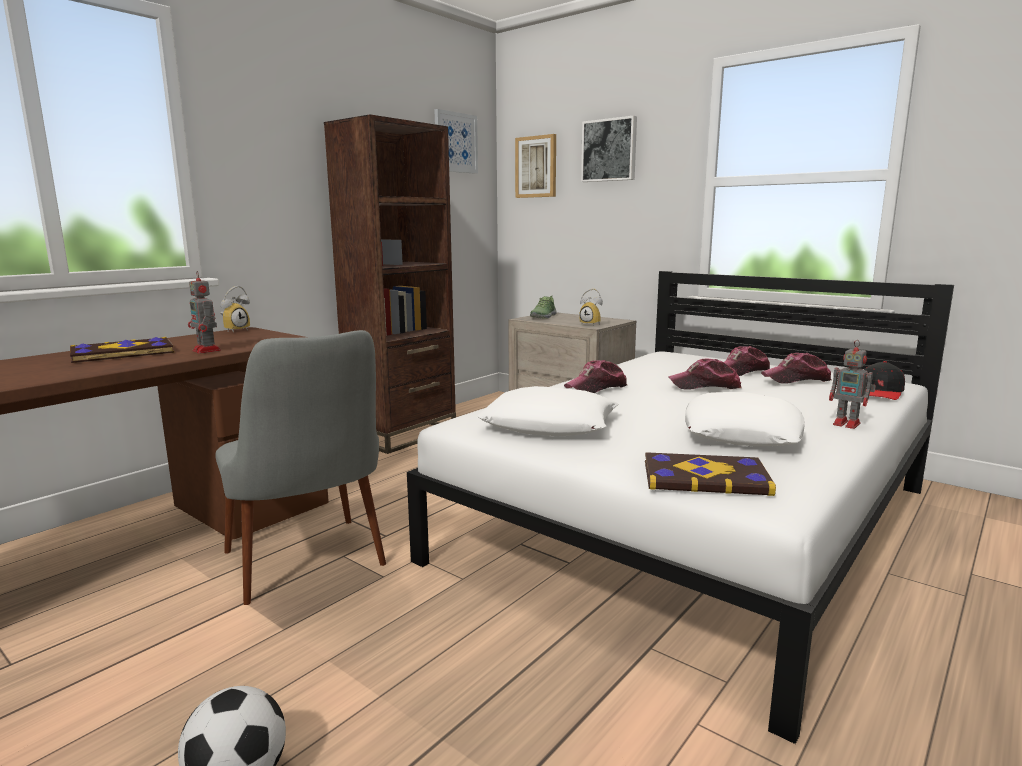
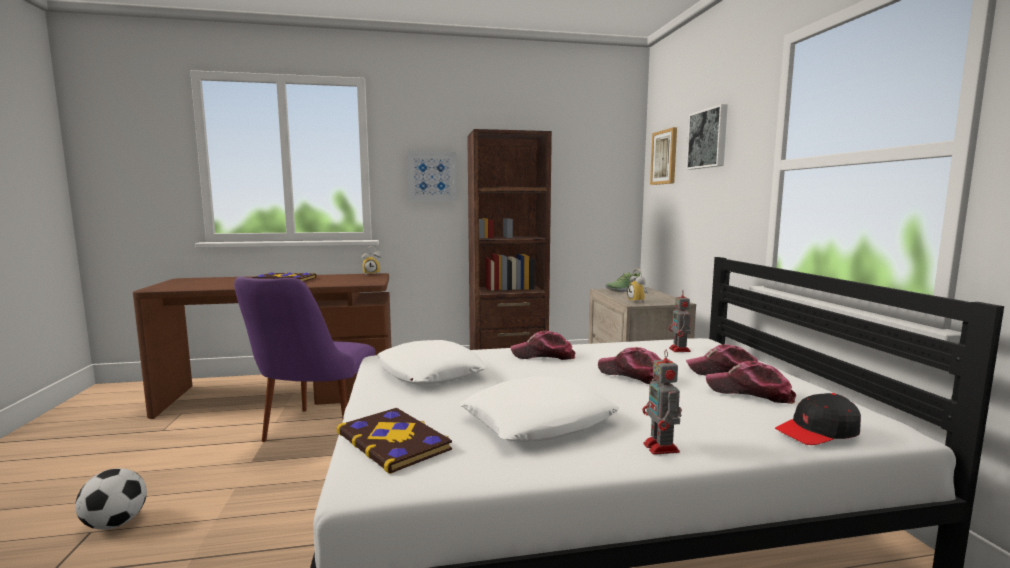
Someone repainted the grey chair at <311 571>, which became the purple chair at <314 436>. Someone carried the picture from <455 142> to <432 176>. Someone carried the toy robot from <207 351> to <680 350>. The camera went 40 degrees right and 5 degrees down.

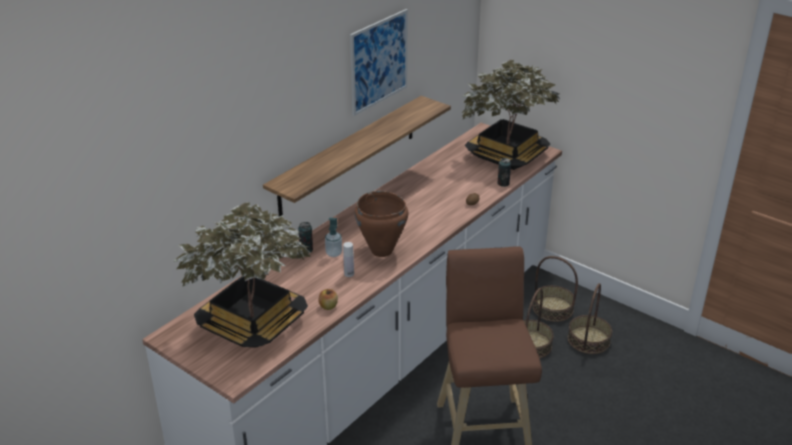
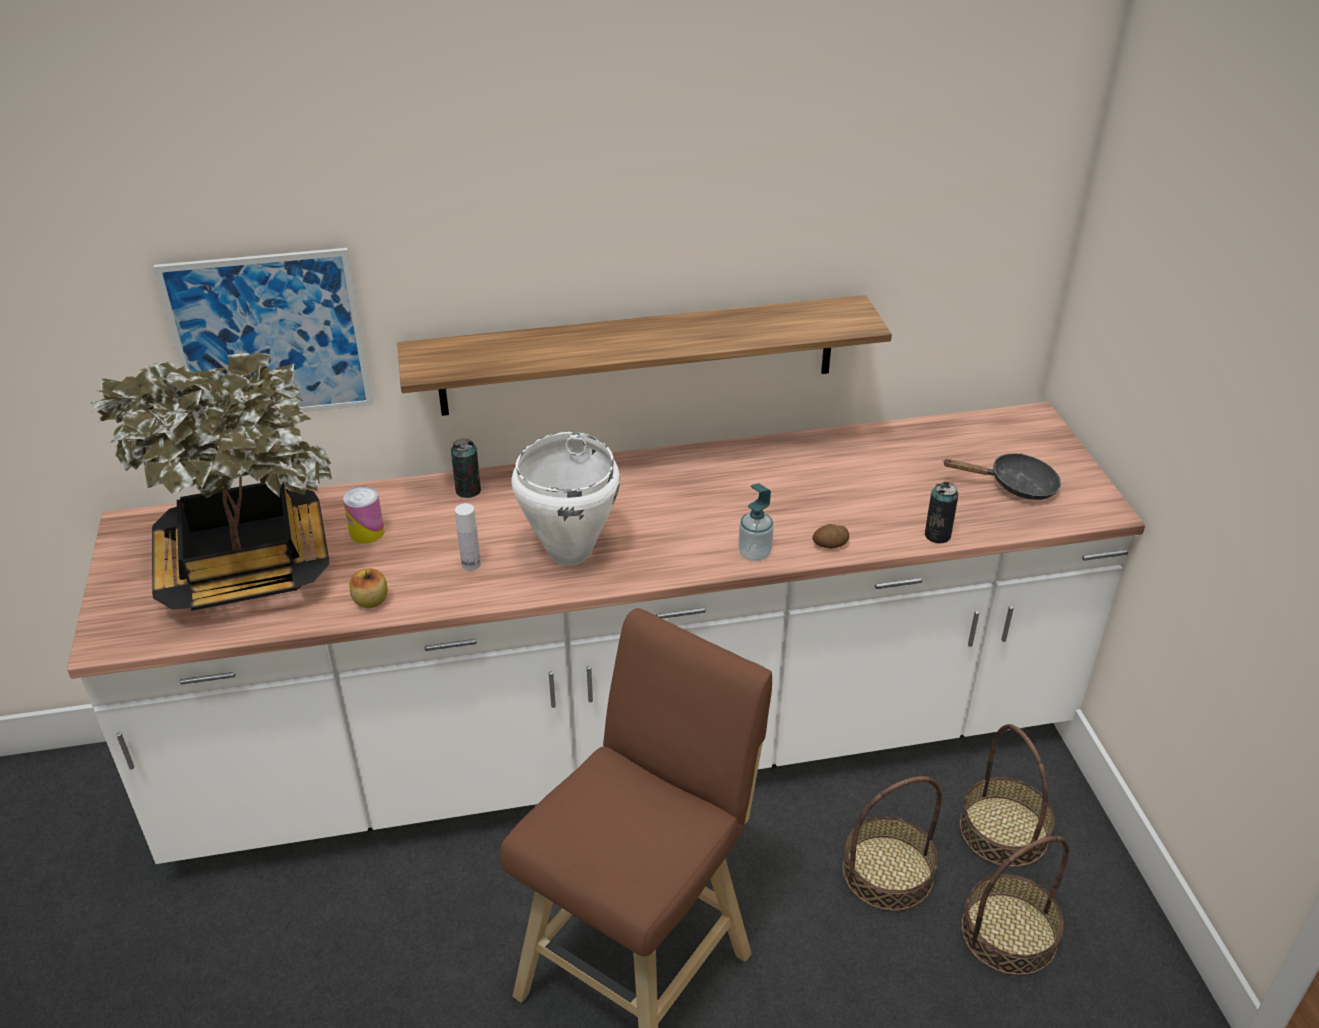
Someone carried the picture from <379 61> to <269 337>. Someone put down the can at <367 532>. Someone repainted the brown cooking pot at <381 251>, which became the white cooking pot at <568 552>. Someone carried the soap dispenser from <334 253> to <754 554>. Someone swapped the potted plant at <507 156> for the black frying pan at <1015 485>. The camera went 40 degrees right and 5 degrees up.

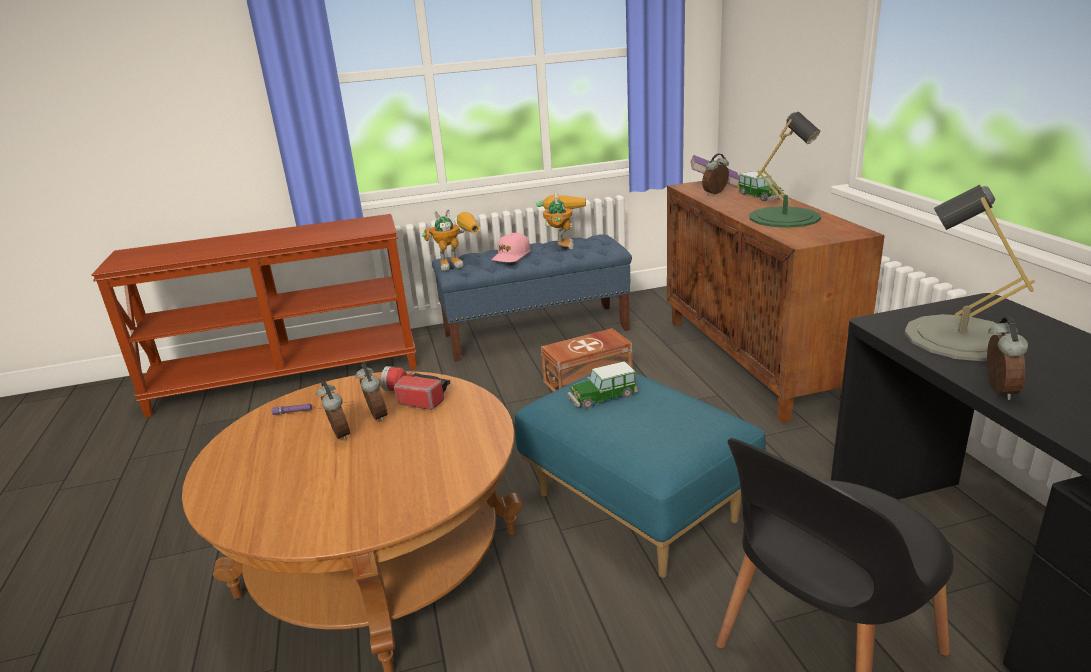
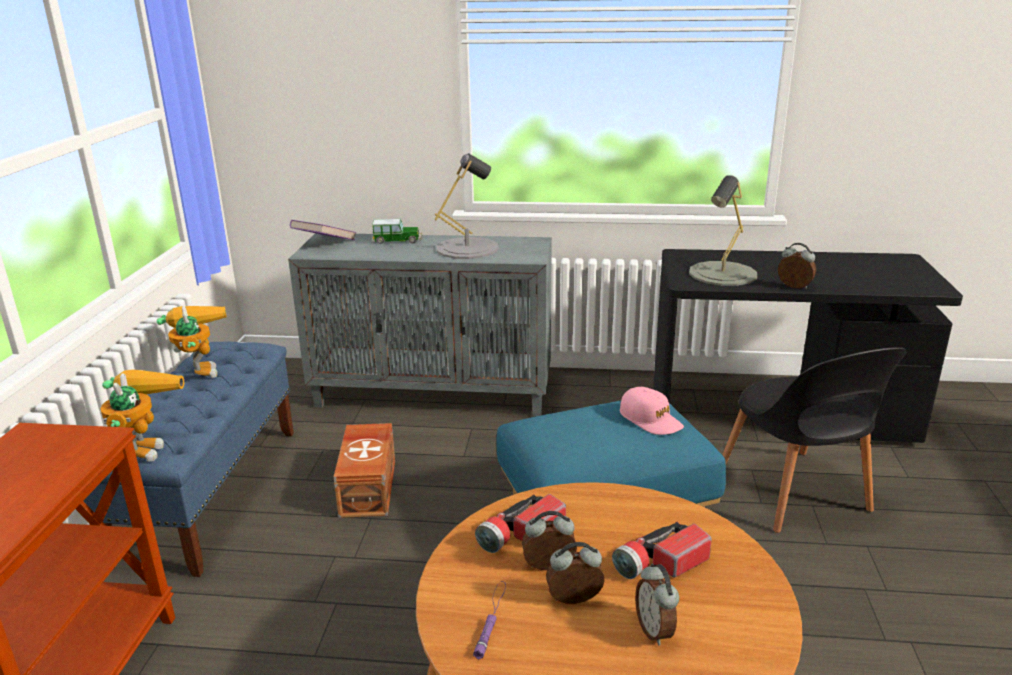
Someone rotated the toy robot at <561 243> by 45 degrees clockwise. Someone repainted the brown cabinet at <753 361>, which became the grey cabinet at <434 394>. Someone repainted the green table lamp at <784 217>, which became the grey table lamp at <467 248>. Someone put down the flashlight at <660 563>. Someone carried the pink cap from <511 256> to <650 419>. Someone carried the alarm clock from <715 193> to <655 630>. Someone took away the toy car at <602 397>. The camera went 70 degrees left and 0 degrees up.

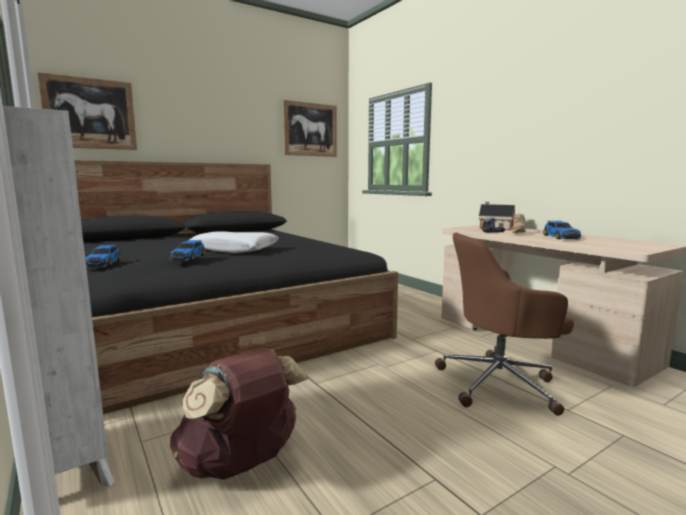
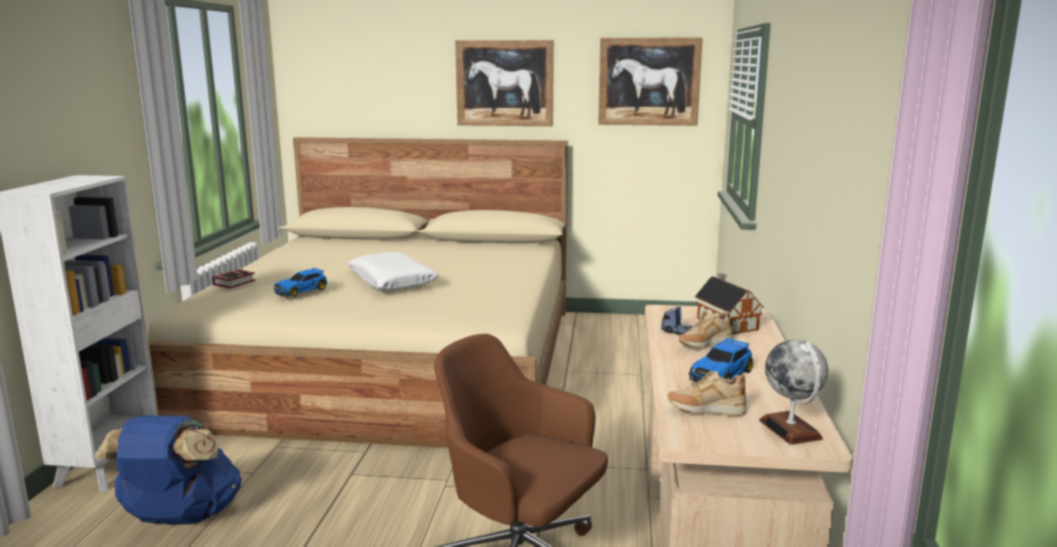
Someone repainted the brown backpack at <241 464>, which became the blue backpack at <179 518>. Someone repainted the black bed at <213 321>, which became the beige bed at <396 361>. Someone swapped the toy car at <103 264> for the book at <236 282>. Someone carried the picture from <90 113> to <504 83>. Someone put down the beige shoe at <705 411>. Someone put down the globe at <790 429>. The camera went 40 degrees right and 5 degrees up.

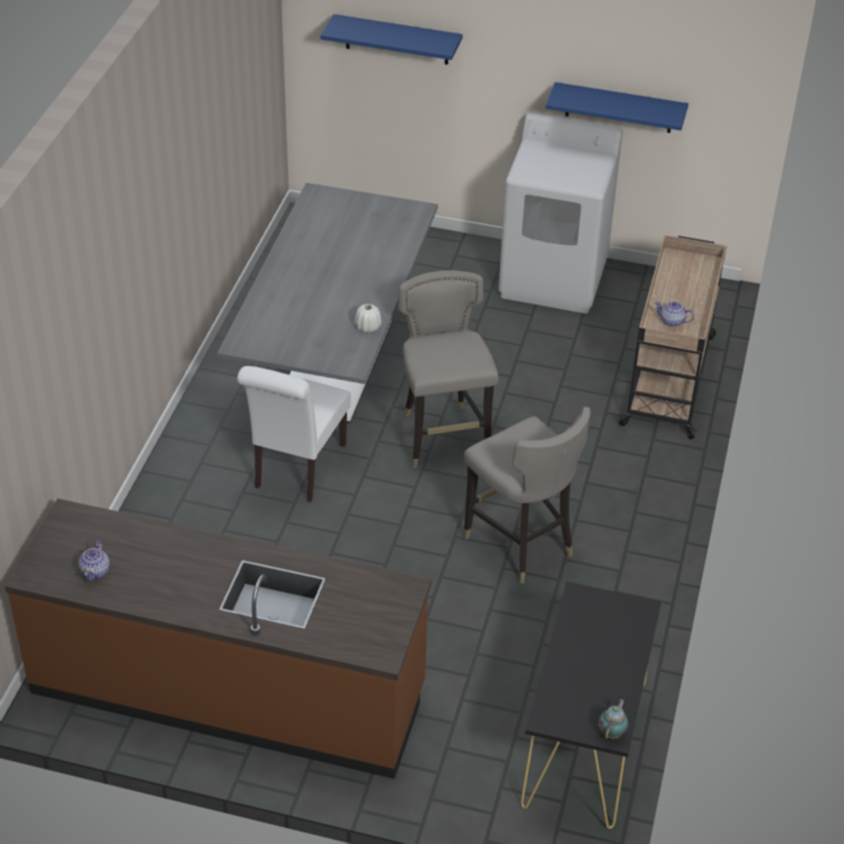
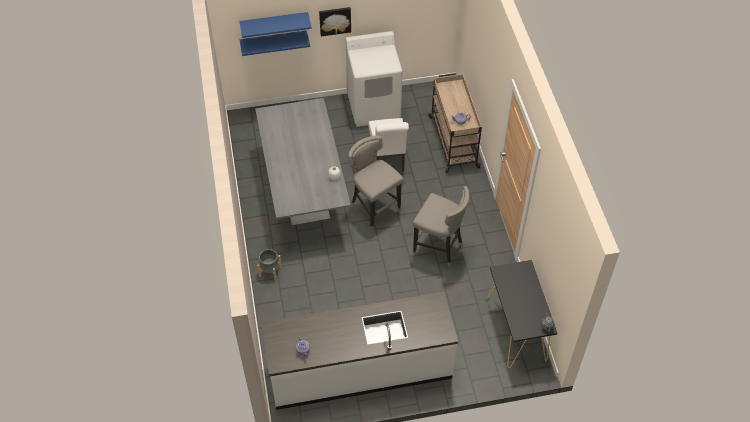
Someone carried the blue shelf from <619 108> to <274 41>. Someone put down the grey planter at <270 271>. Someone repainted the brown counter at <229 689>, which became the white counter at <360 369>. Someone put up the picture at <335 20>. Someone carried the white chair from <296 469> to <388 159>. The camera went 25 degrees left and 10 degrees up.

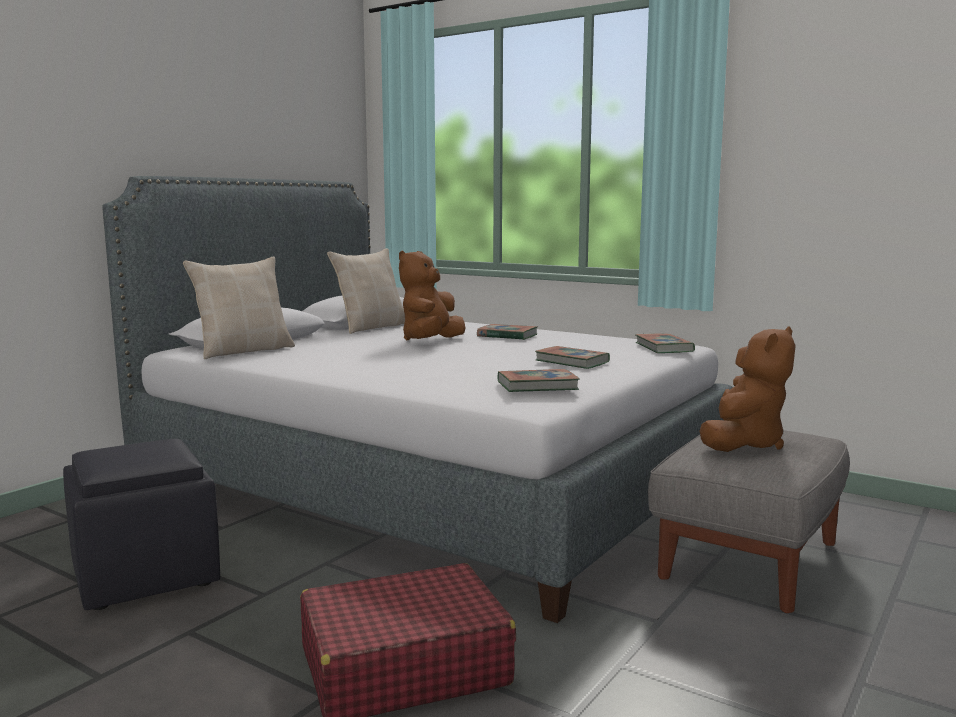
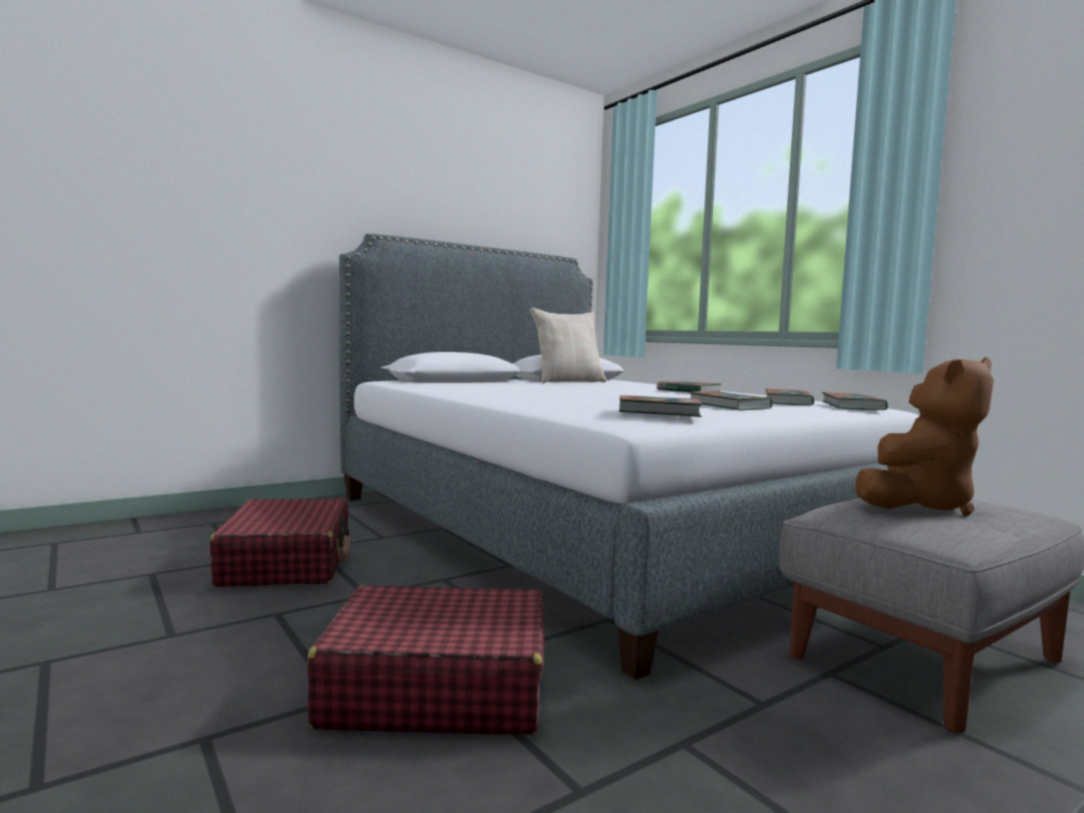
Someone swapped the black ottoman at <143 575> for the red suitcase at <287 562>. Someone put down the book at <788 402>. Someone took away the beige pillow at <244 351>. Someone took away the brown plush toy at <430 342>. The camera went 20 degrees right and 5 degrees down.

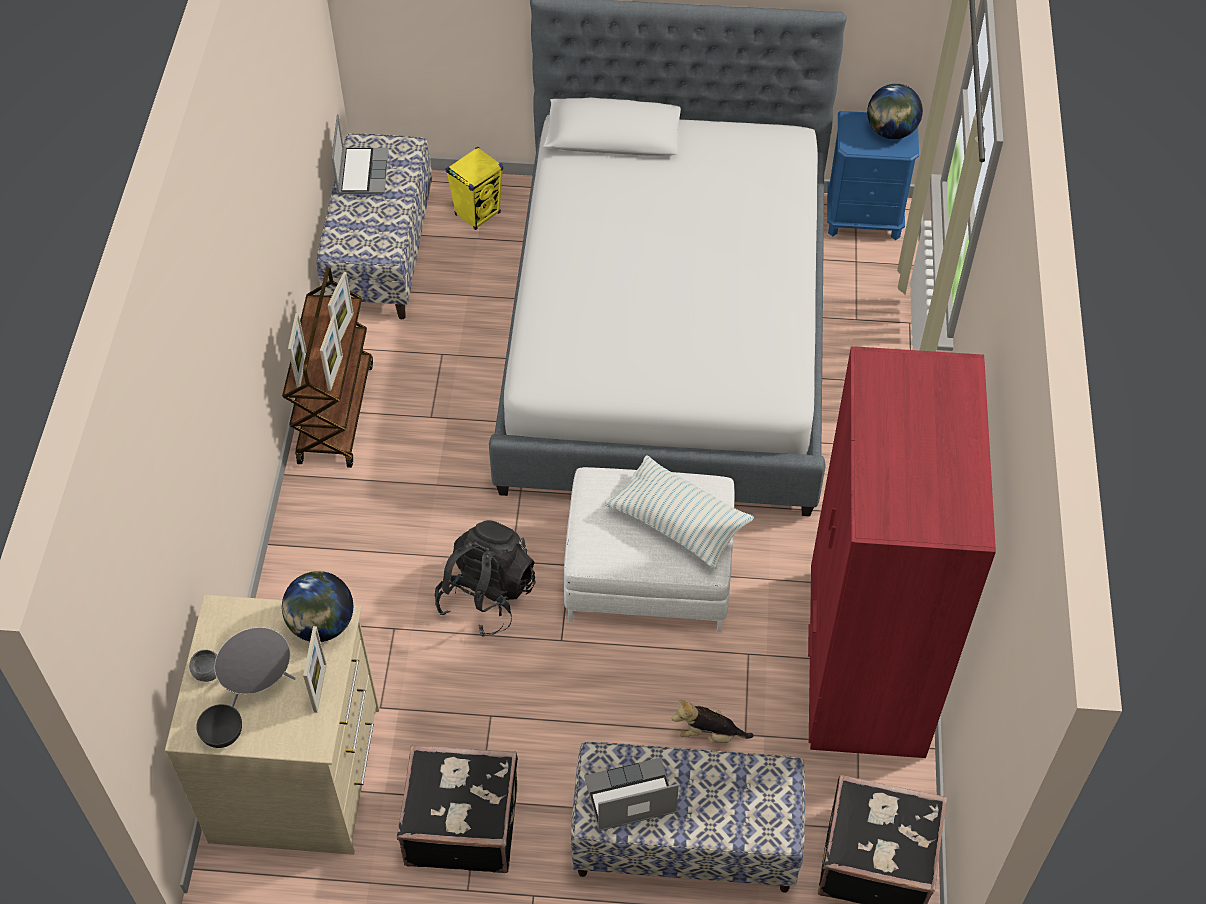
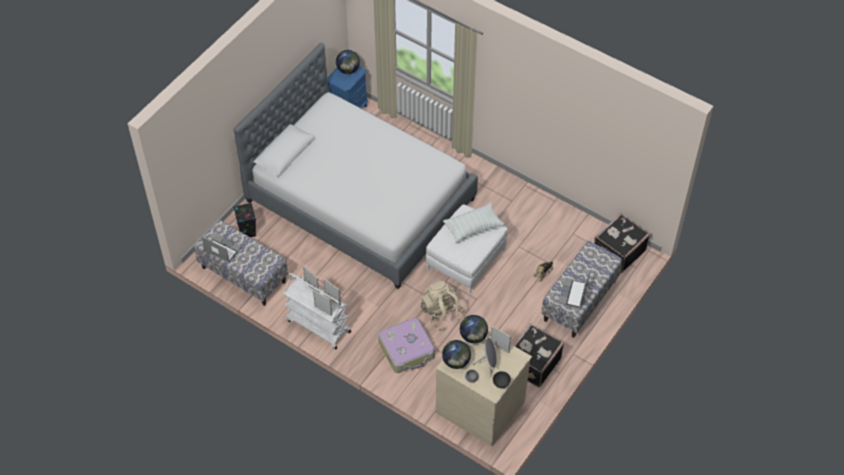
Someone repainted the yellow speaker at <478 213>, which became the black speaker at <247 231>. Someone repainted the brown cart at <335 412>, which became the white cart at <317 326>. Someone put down the suitcase at <407 350>. Someone repainted the black backpack at <487 596>, which became the beige backpack at <442 313>. Someone put down the globe at <456 362>. Someone took away the red wardrobe at <864 662>. The camera went 60 degrees left and 0 degrees up.

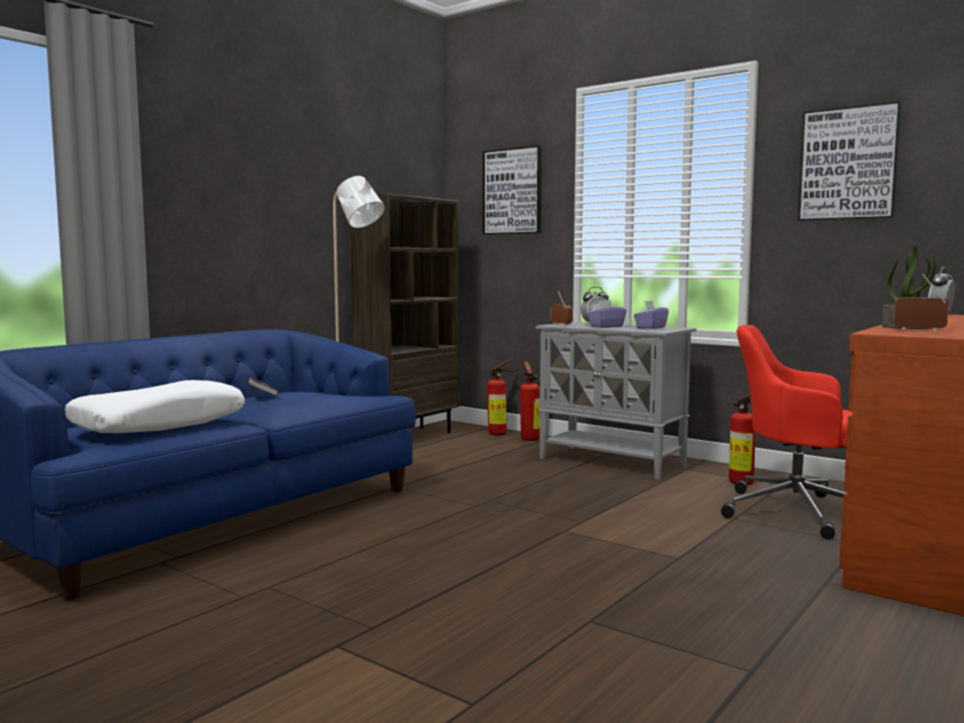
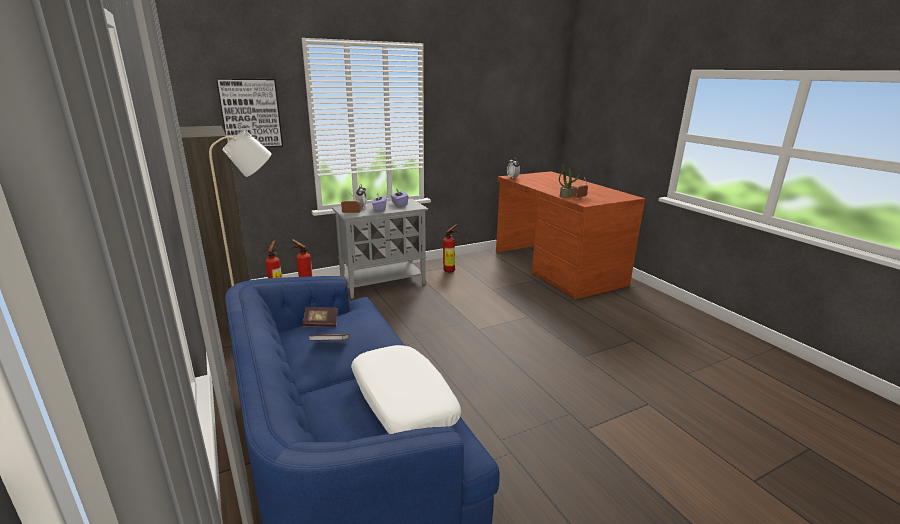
Someone put down the book at <321 323>. Someone took away the red office chair at <797 512>. Someone took away the picture at <848 163>. The camera went 65 degrees left and 15 degrees up.

